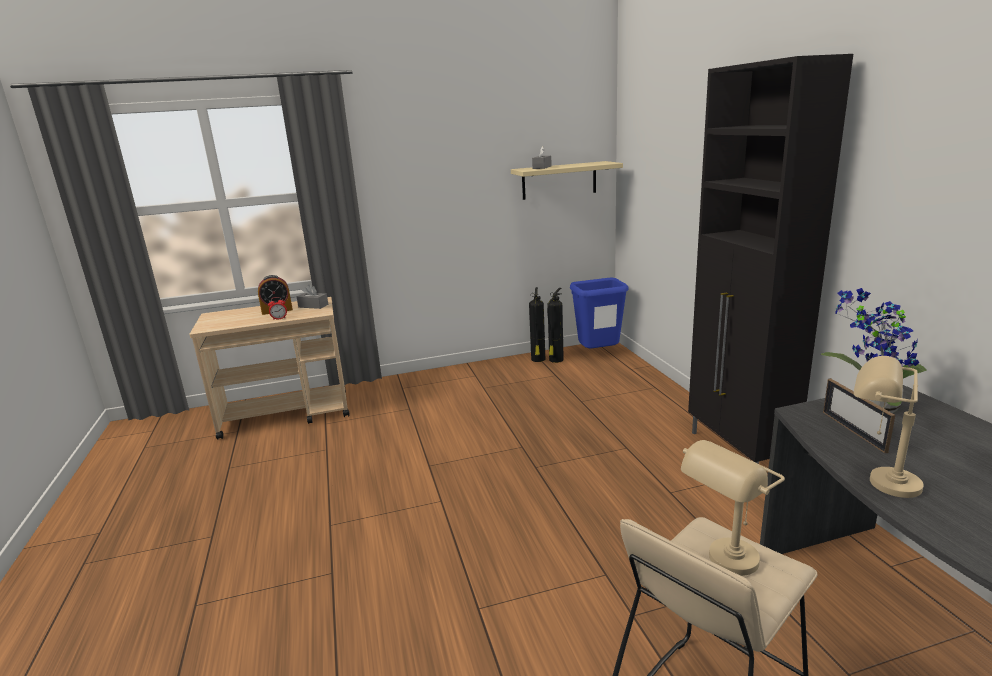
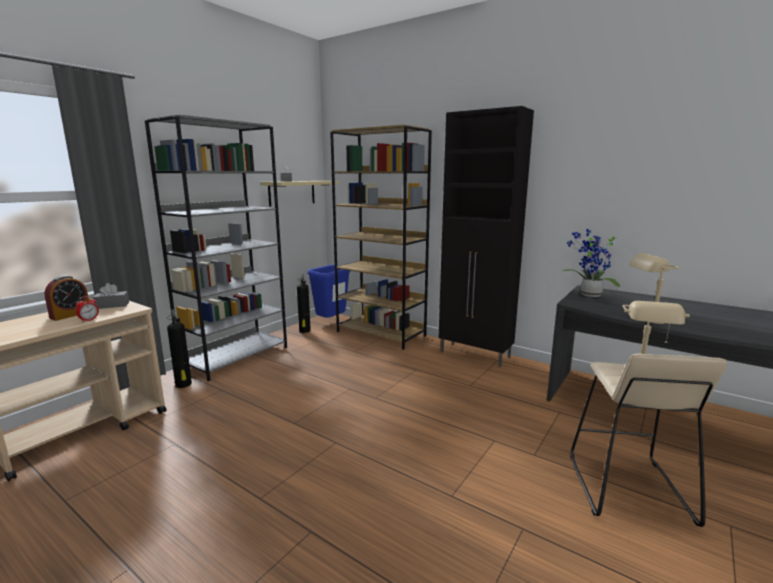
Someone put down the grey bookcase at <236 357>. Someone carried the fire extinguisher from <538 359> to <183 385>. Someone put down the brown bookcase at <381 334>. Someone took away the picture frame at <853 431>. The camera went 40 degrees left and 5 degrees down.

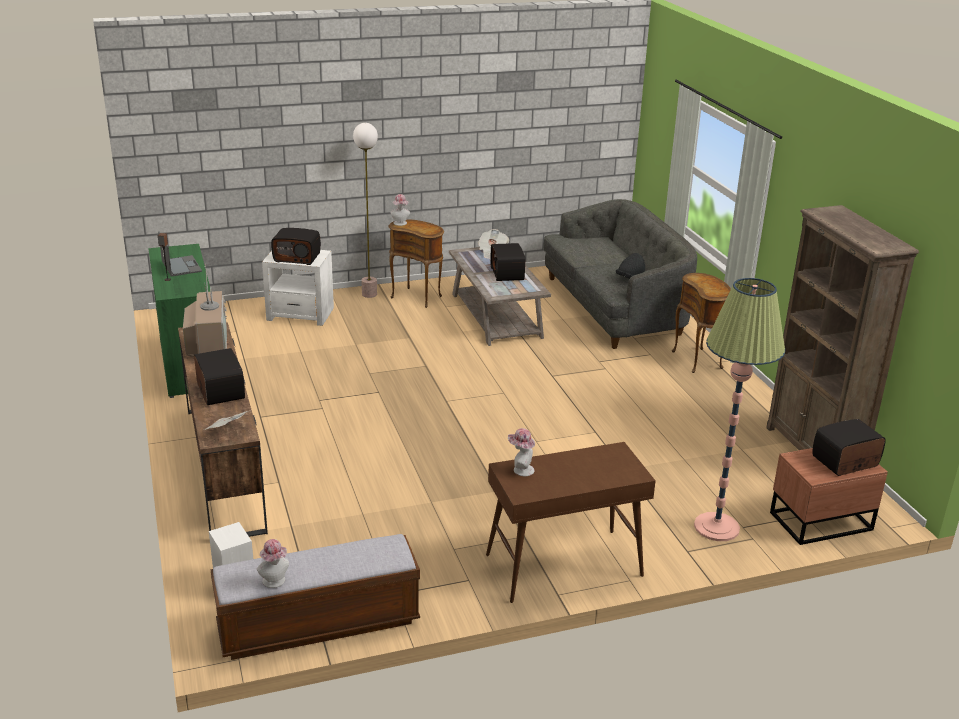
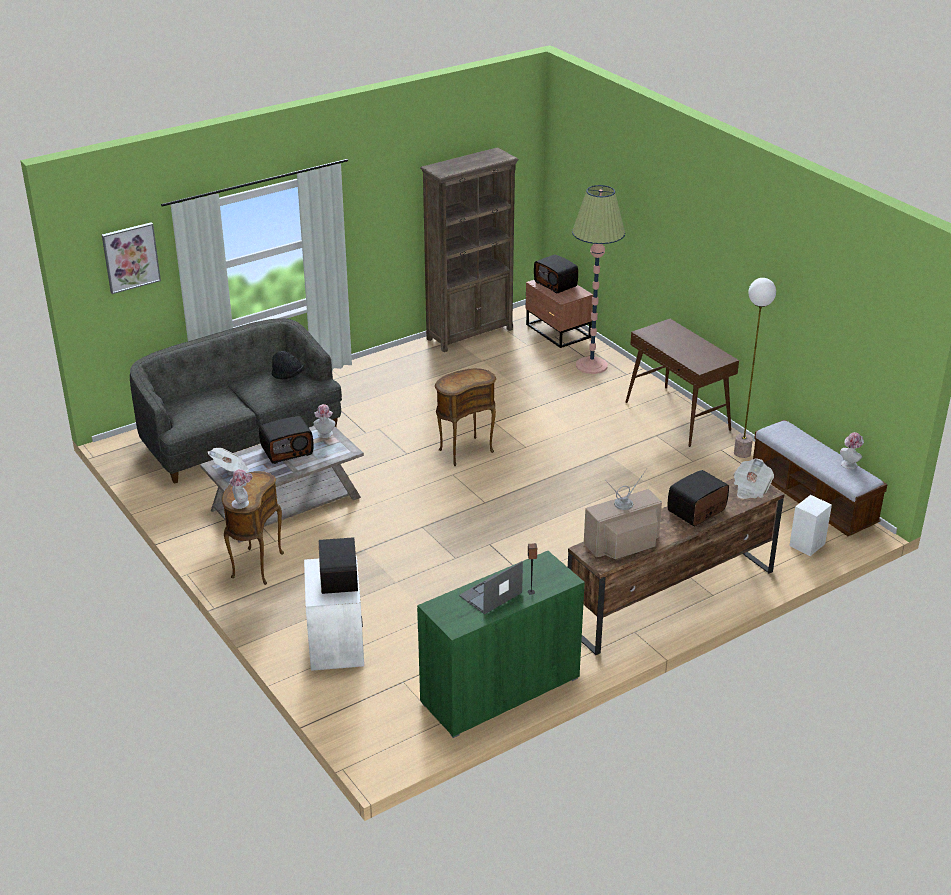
Someone put up the picture at <130 257>. Someone carried the hat from <521 469> to <325 435>. Someone carried the brown side table from <699 360> to <464 450>. Someone carried the floor lamp from <369 294> to <742 453>. The camera went 105 degrees left and 5 degrees up.

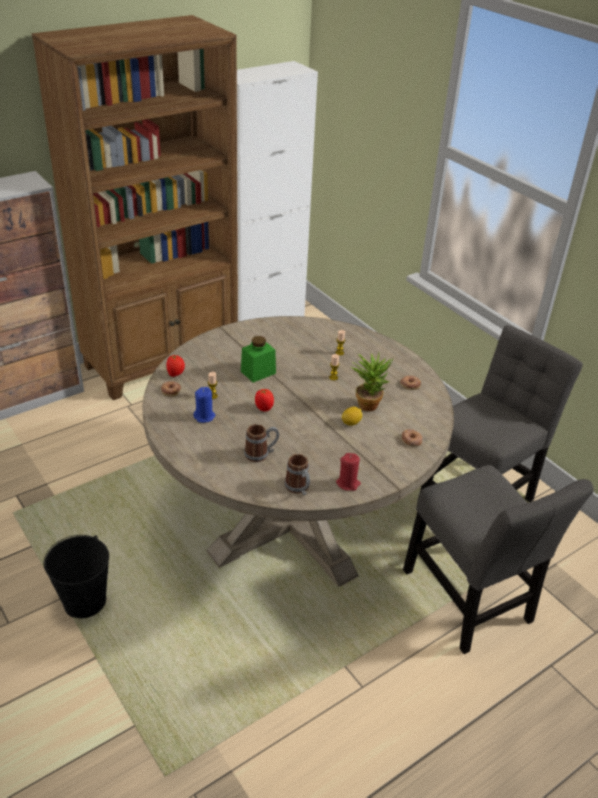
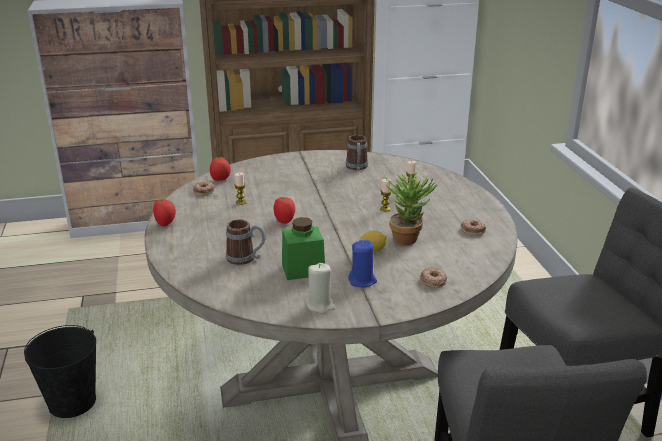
Someone put down the tomato at <165 224>. Someone carried the green jar from <258 372> to <303 269>. Someone repainted the red candle at <348 483>, which became the beige candle at <320 305>. Someone carried the mug from <299 488> to <357 168>. Someone carried the blue candle from <204 416> to <362 281>. The camera went 25 degrees right and 10 degrees down.

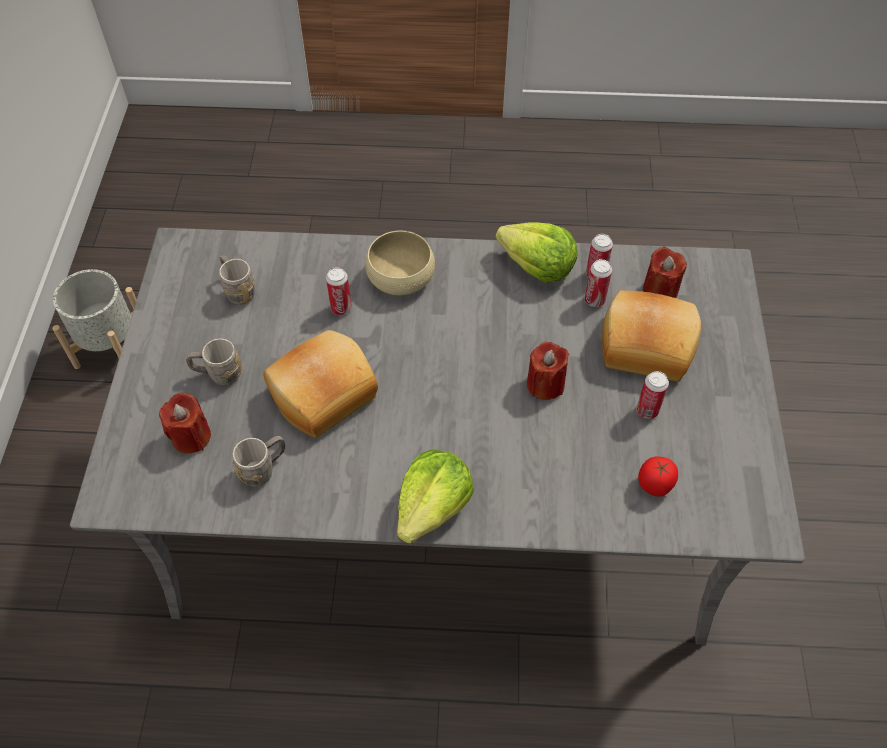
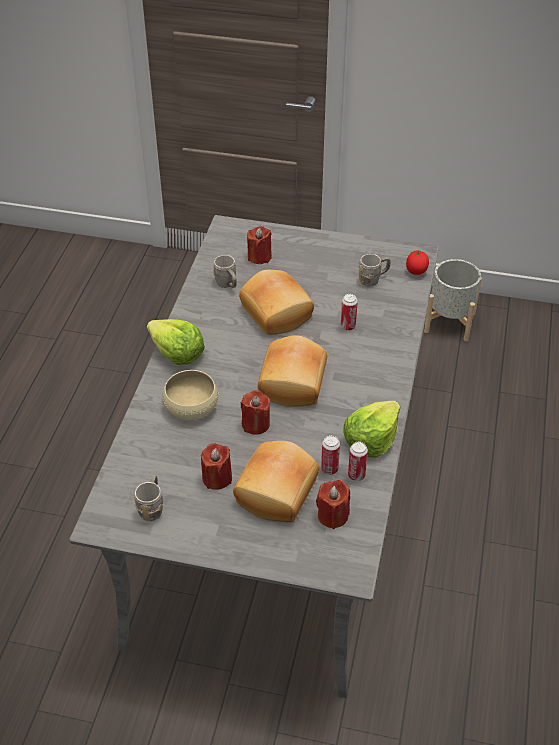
Someone carried the grey mug from <218 374> to <152 507>. Someone carried the beige bowl from <400 277> to <191 406>. Someone swapped the can at <647 410> for the red candle at <217 478>. Someone put down the bread at <294 383>. Someone carried the tomato from <655 485> to <416 272>. The camera went 100 degrees right and 10 degrees down.

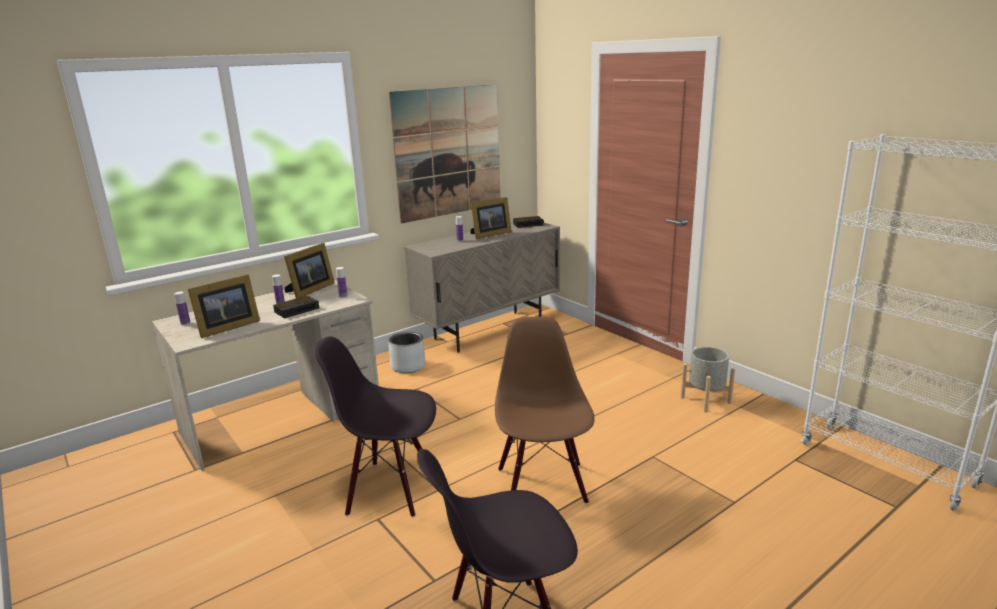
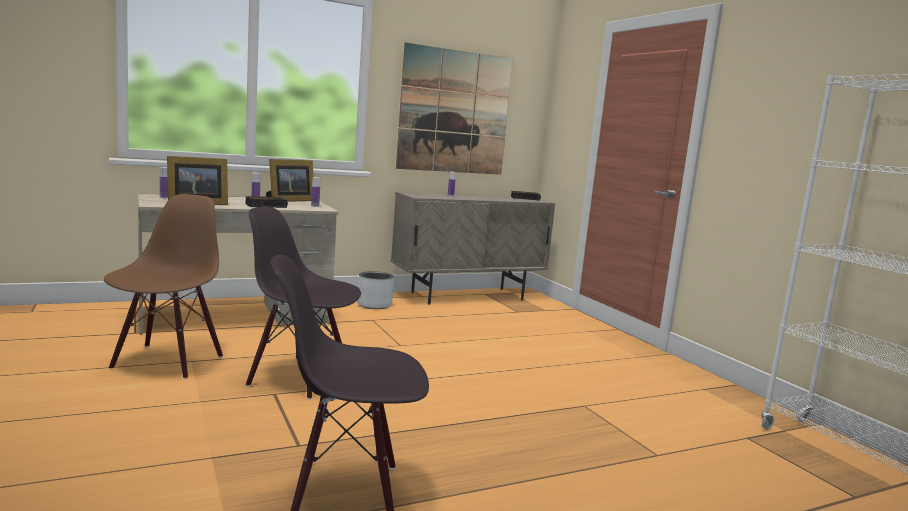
Someone carried the brown chair from <543 485> to <167 361>. Someone took away the picture frame at <489 234>. Someone took away the grey planter at <705 400>. The camera went 10 degrees right and 10 degrees down.

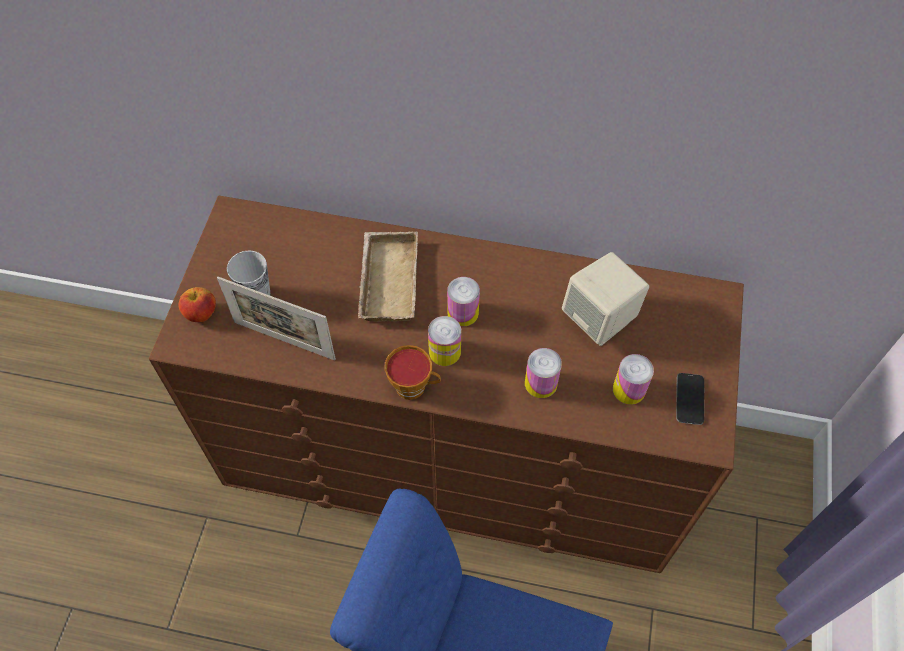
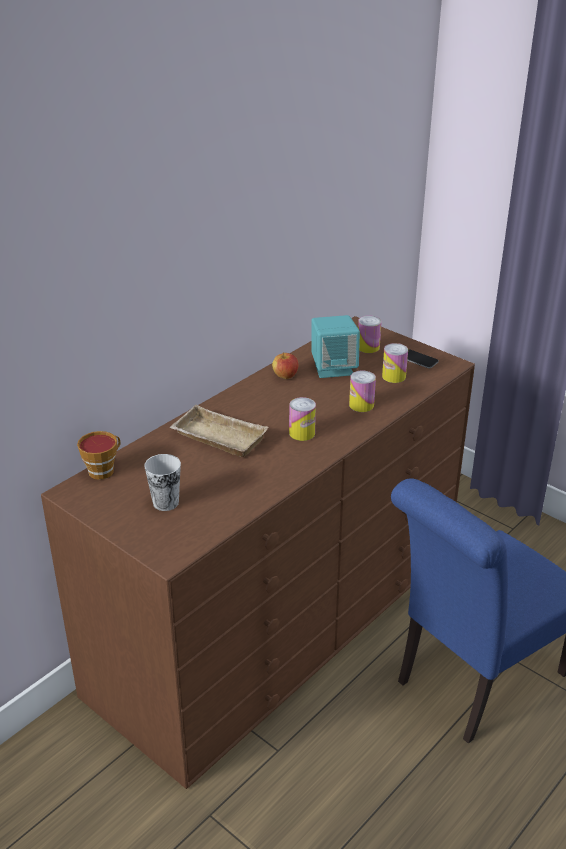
Someone carried the cup from <414 386> to <103 470>. Someone carried the apple from <201 313> to <285 376>. Someone repainted the beige speaker at <599 319>, which became the turquoise speaker at <334 368>. Someone carried the can from <463 313> to <368 347>. Someone took away the picture frame at <284 340>. The camera went 60 degrees left and 25 degrees down.

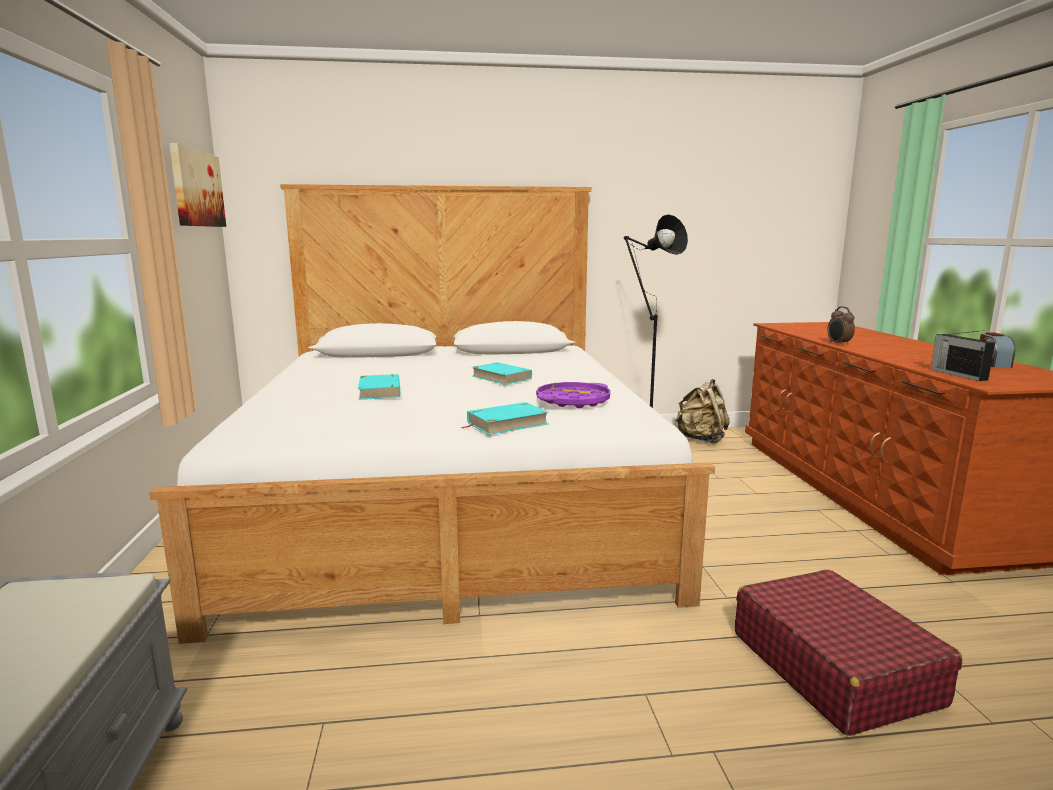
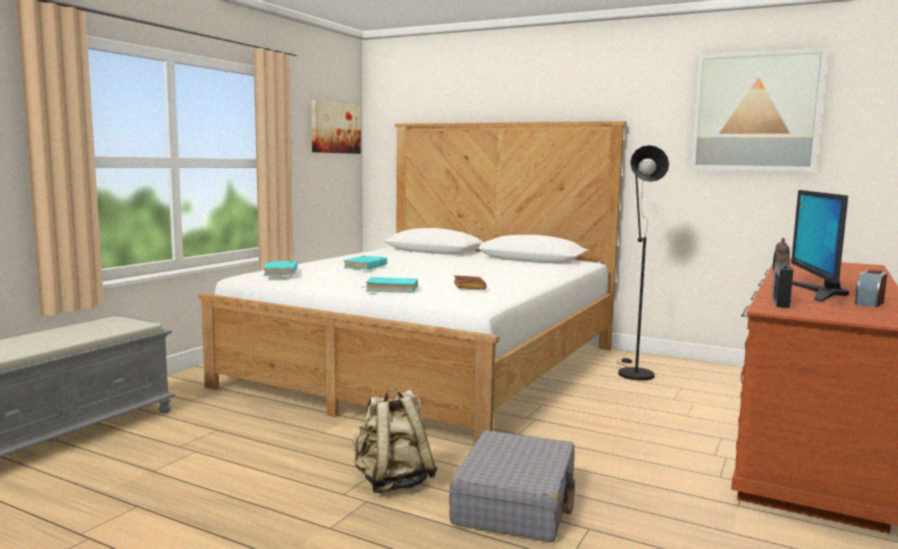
Someone carried the turquoise book from <501 377> to <281 272>. Someone carried the beige backpack from <701 439> to <392 482>. Someone repainted the red suitcase at <833 667>, which became the grey suitcase at <515 503>. Someone swapped the purple tray at <573 401> for the brown book at <468 286>. Someone put up the picture at <755 112>. Someone put down the monitor at <817 292>. The camera went 35 degrees right and 5 degrees down.

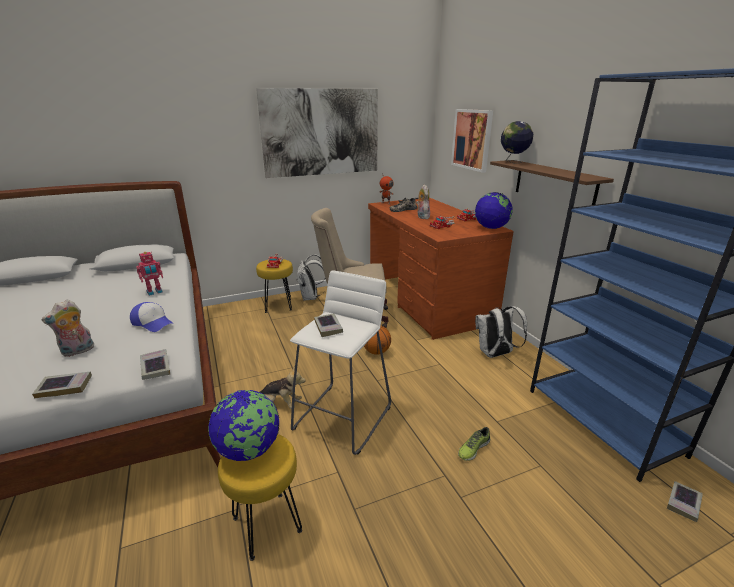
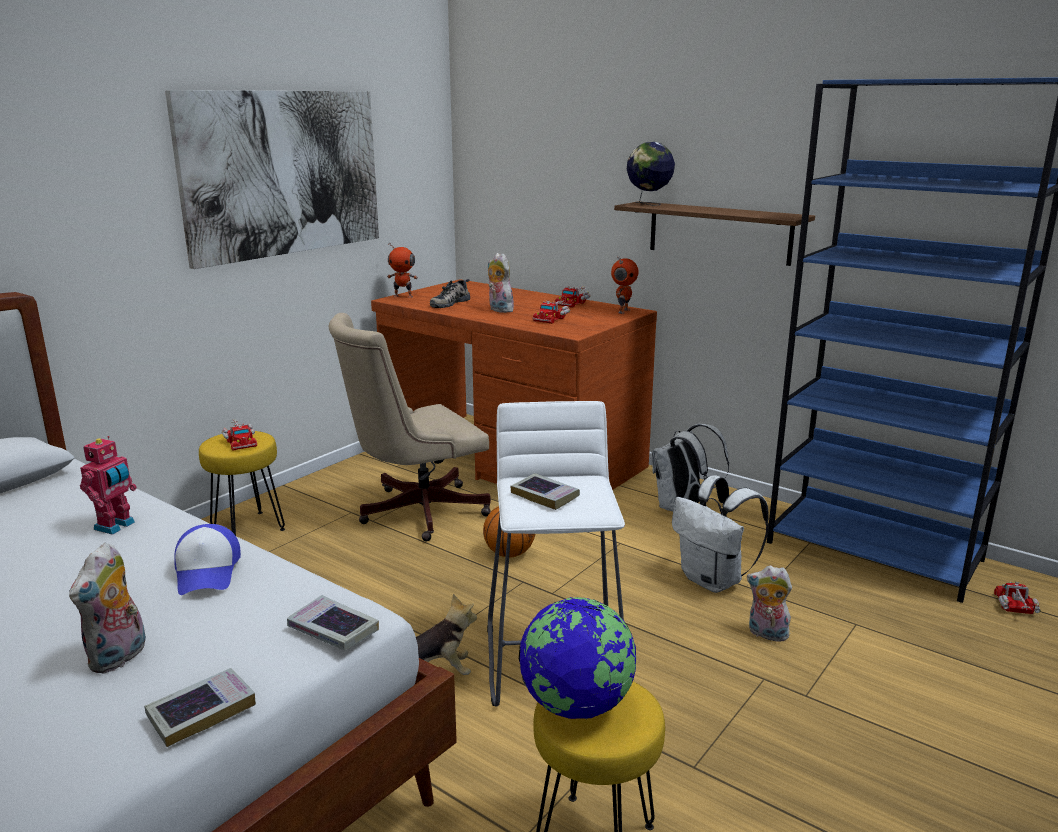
Someone rotated the cap at <153 323> by 75 degrees clockwise. Someone swapped the globe at <491 228> for the toy robot at <623 311>. Someone carried the white backpack from <311 297> to <713 581>. Someone swapped the shoe at <473 448> for the plush toy at <766 634>. Someone swapped the book at <683 503> for the toy truck at <1015 608>. Someone took away the picture at <472 139>. The camera went 30 degrees left and 5 degrees down.

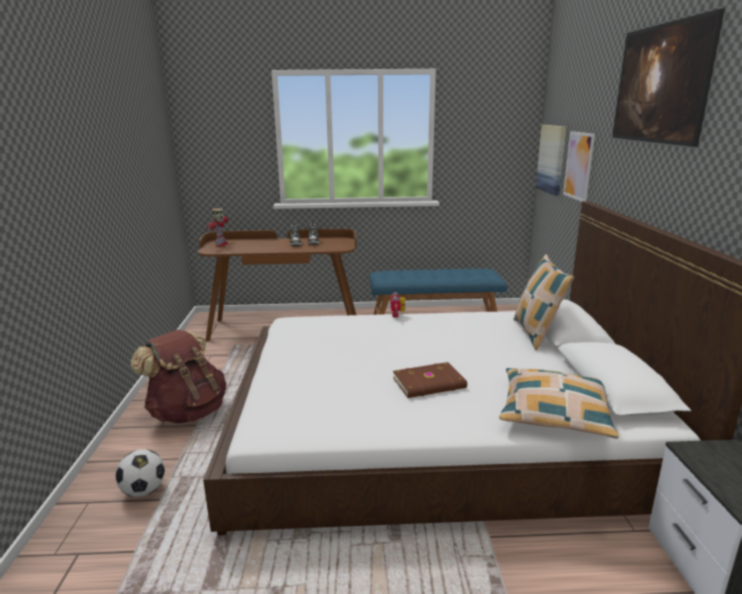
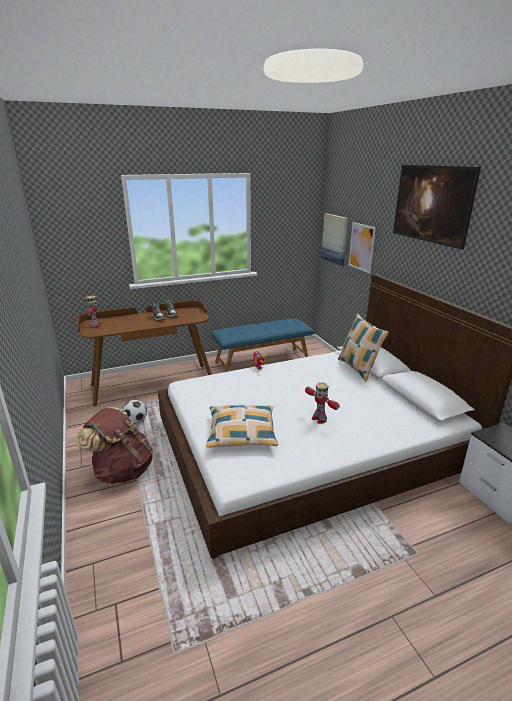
Someone carried the football from <144 491> to <136 422>. Someone carried the pillow from <554 412> to <242 433>. Someone swapped the brown book at <430 383> for the toy robot at <319 419>. The camera went 20 degrees left and 5 degrees up.

